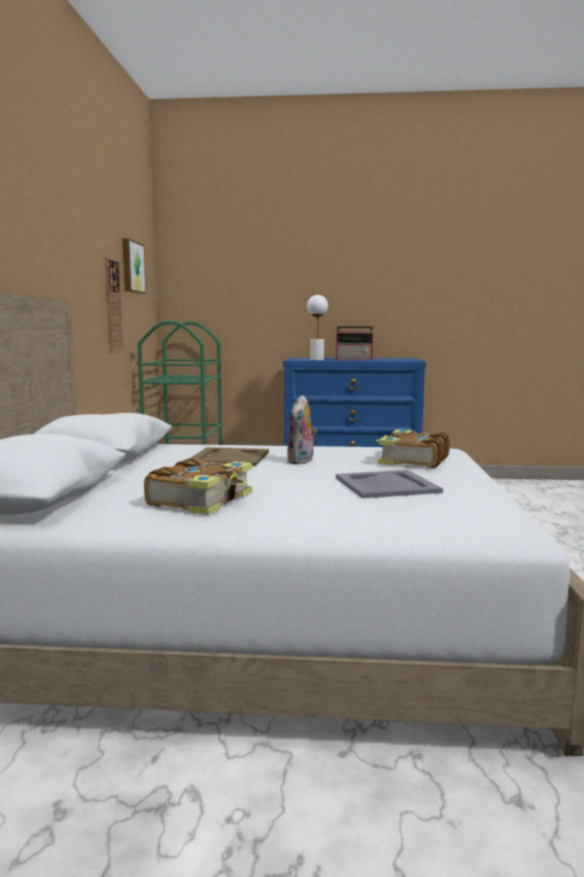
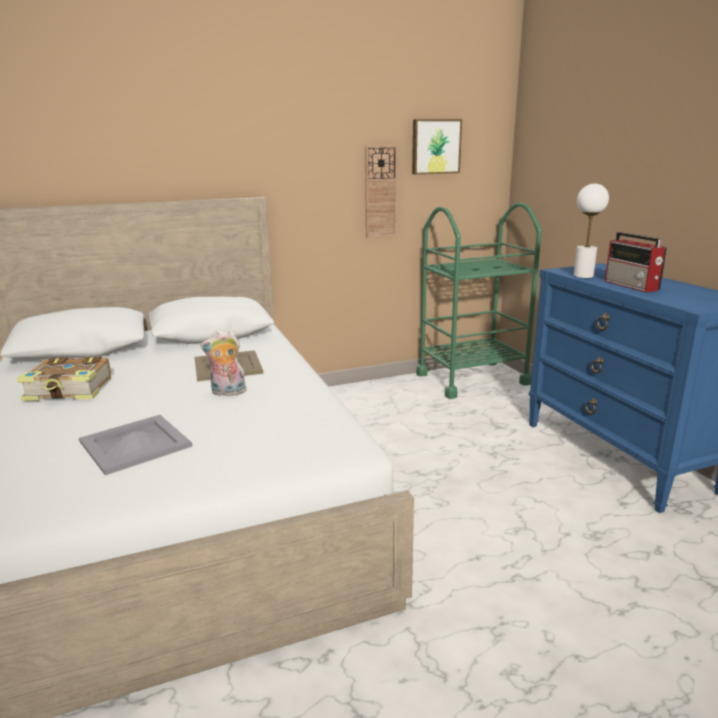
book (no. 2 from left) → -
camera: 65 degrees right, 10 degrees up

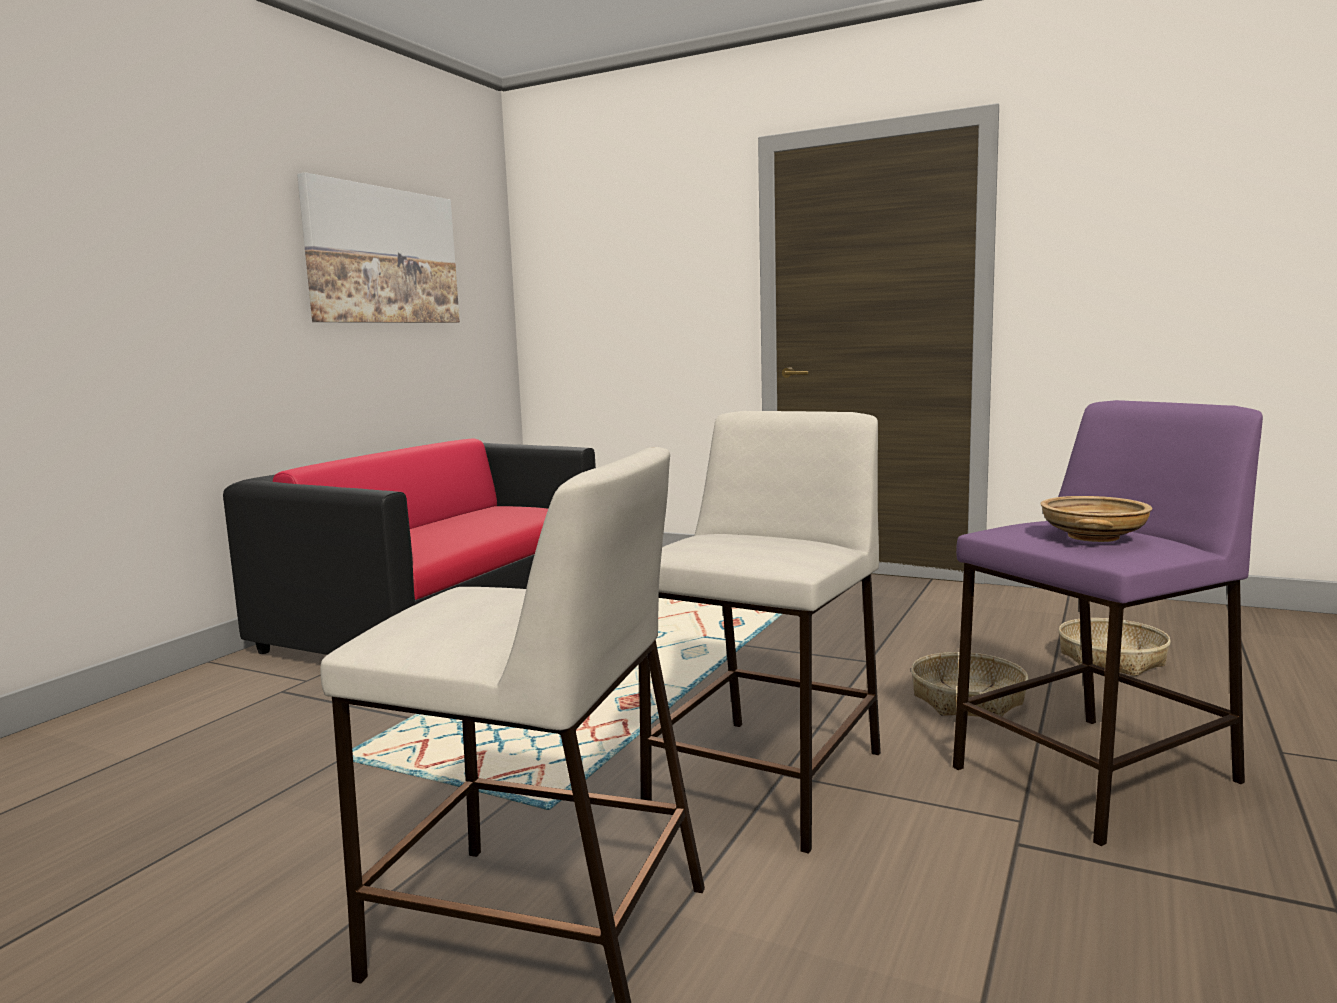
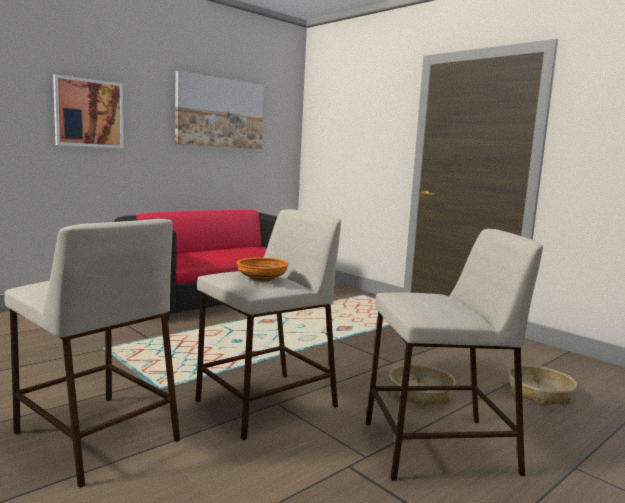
- → picture (no. 1 from left)
- → orange bowl
purple stool → beige stool (no. 3 from left)
beige bowl → -
camera: 20 degrees right, 0 degrees up

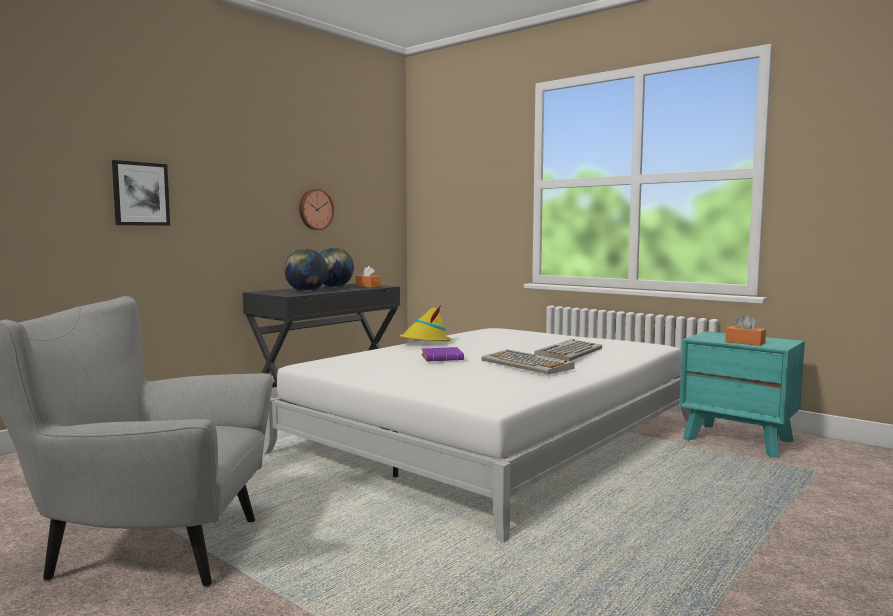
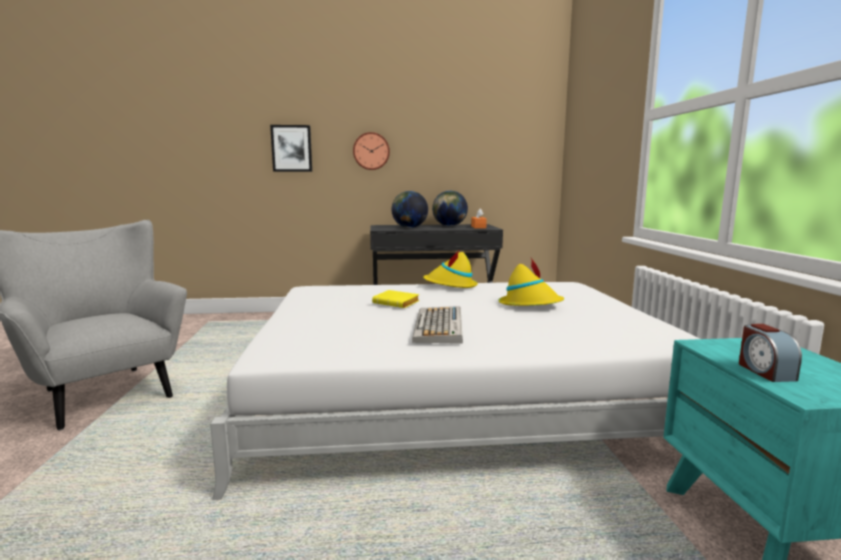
wall clock, shifted
purple book → yellow book
- → yellow hat (no. 2 from left)
orange tissue box (no. 2 from left) → alarm clock
keyboard (no. 2 from left) → -
camera: 45 degrees right, 5 degrees up

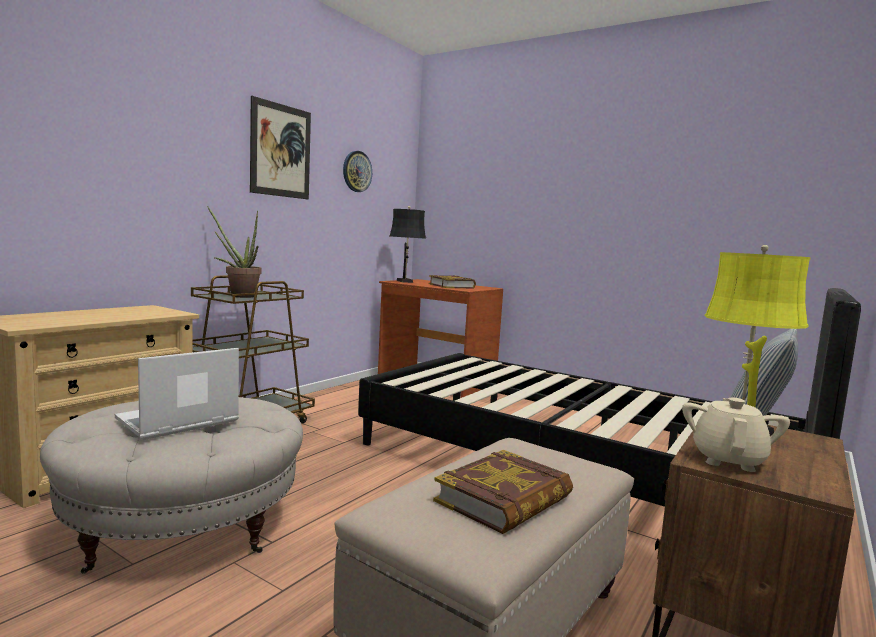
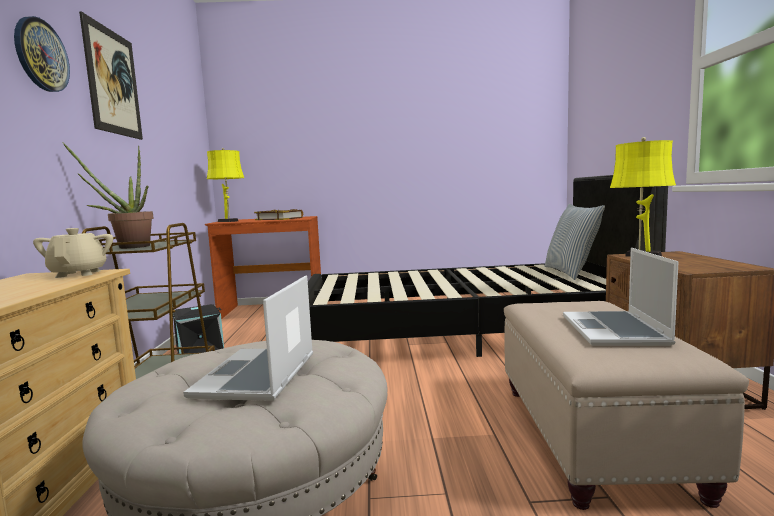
wall clock, shifted
beige teapot, shifted
- → black storage box
black table lamp → yellow table lamp (no. 1 from left)
book (no. 2 from left) → laptop (no. 2 from left)
camera: 35 degrees left, 0 degrees up

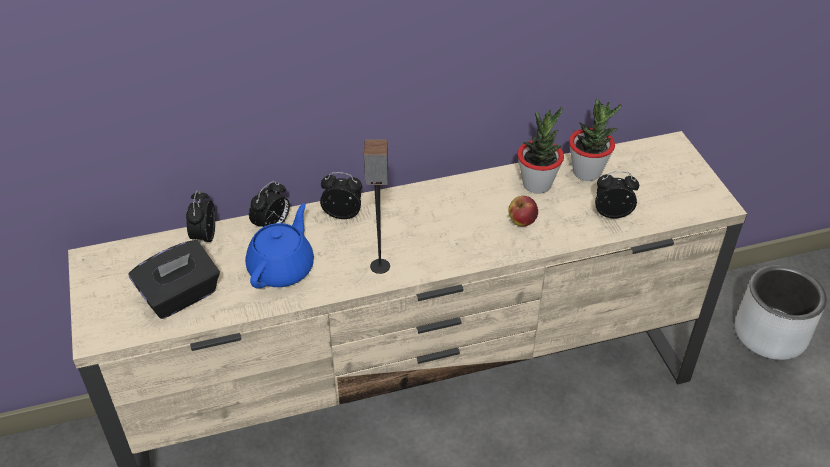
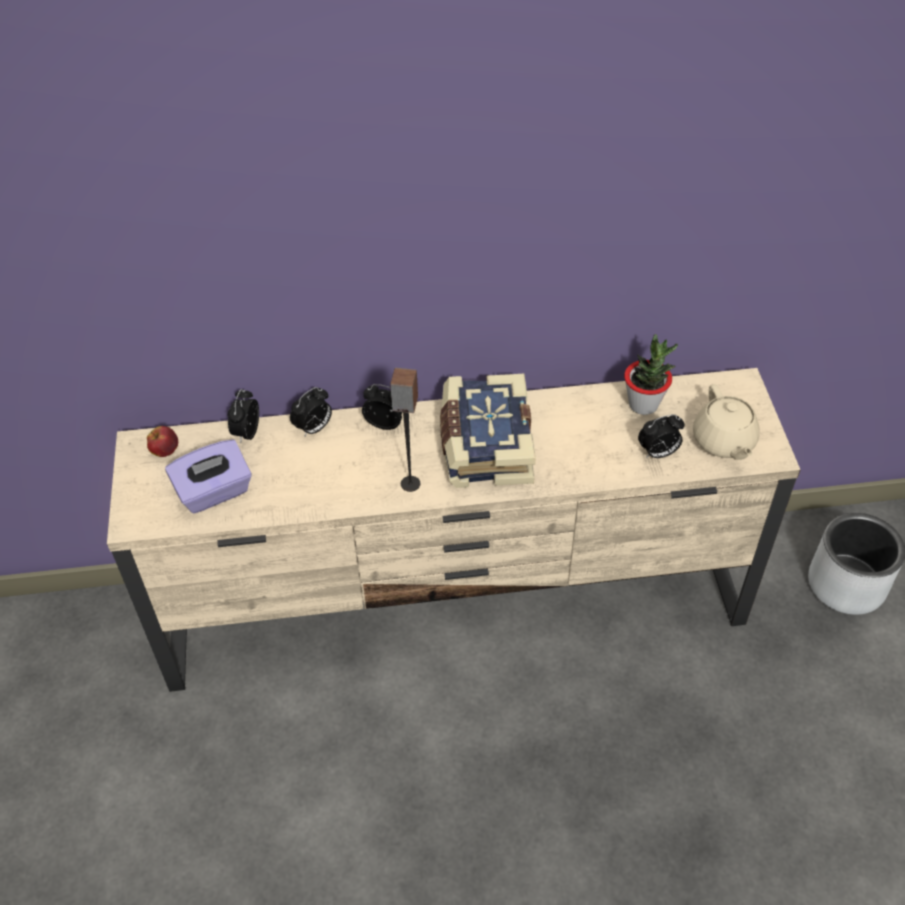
apple, shifted
black tissue box → purple tissue box
- → book
alarm clock (no. 4 from left), 150 degrees clockwise
- → beige teapot
blue teapot → -
potted plant (no. 1 from left) → -
camera: 10 degrees right, 5 degrees up

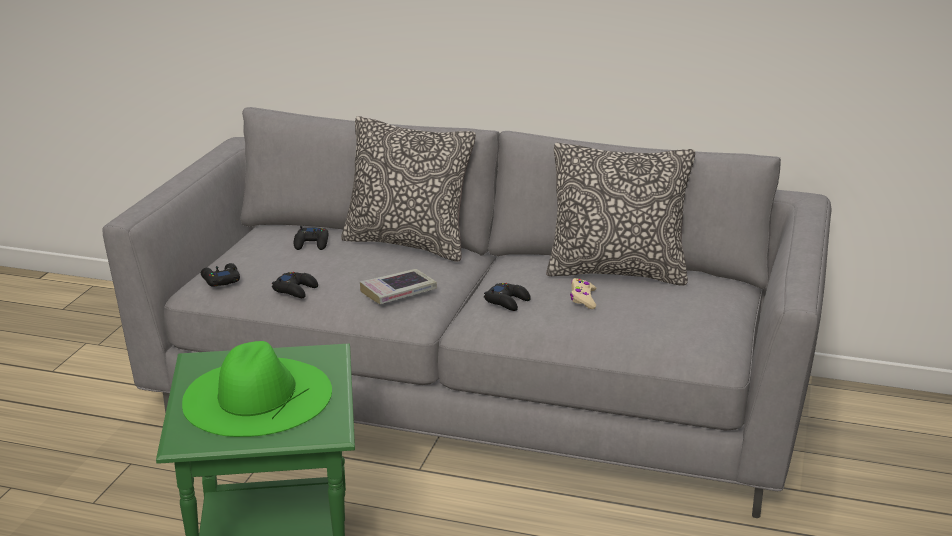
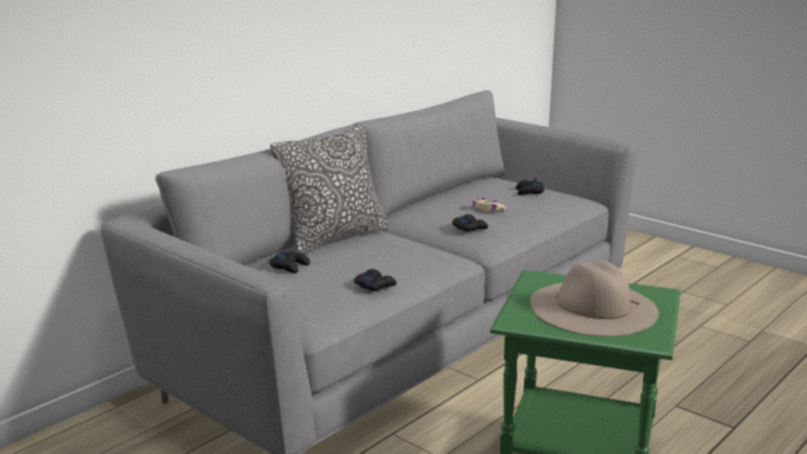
black game controller (no. 1 from left in the first image) → black game controller (no. 4 from left), shifted
green hat → beige hat
book → -
pillow (no. 2 from left) → -
camera: 65 degrees left, 5 degrees down

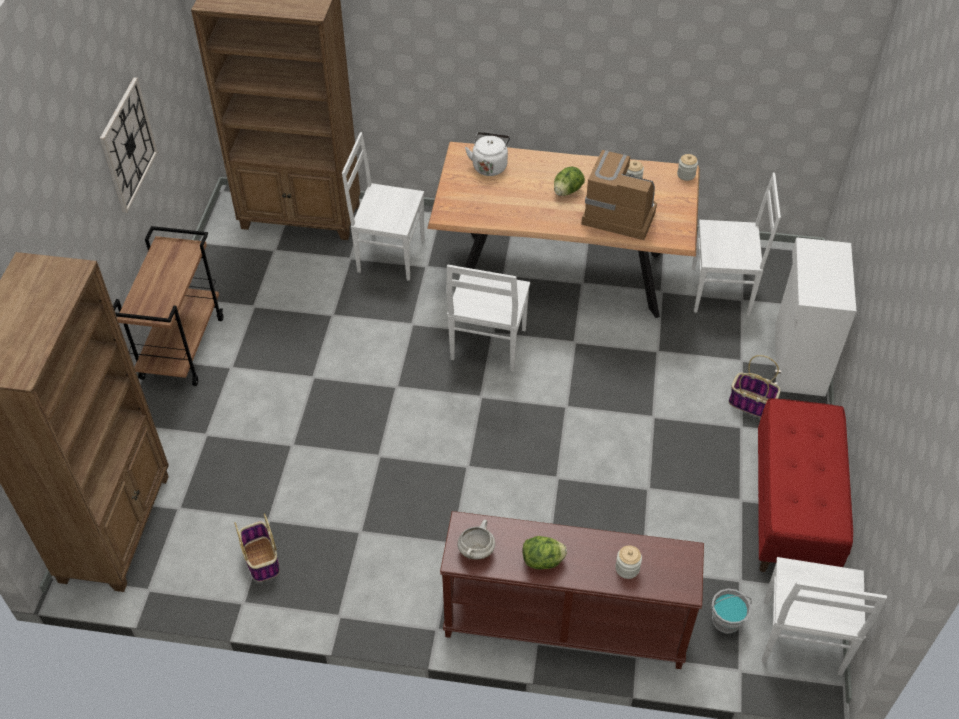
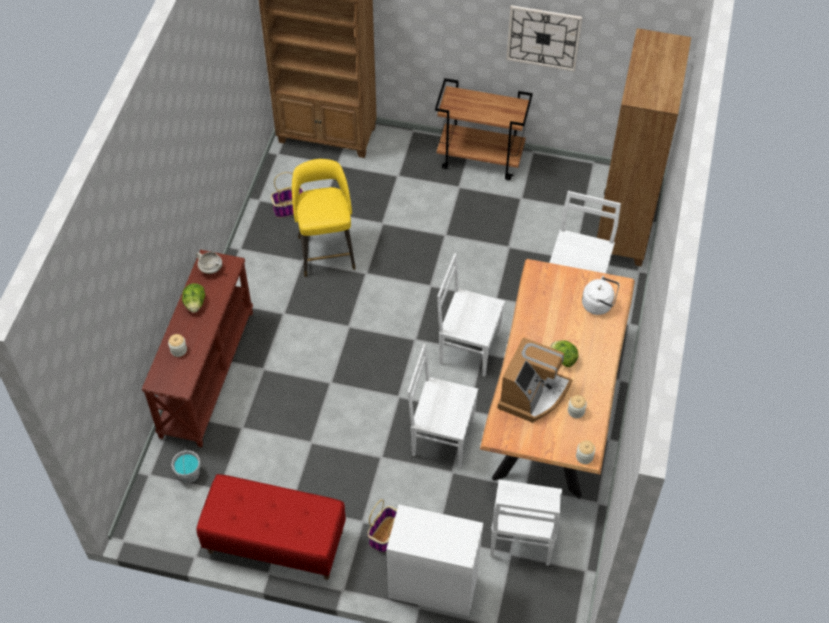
- → yellow stool
white chair (no. 4 from left in the first image) → white chair (no. 1 from left), shifted
camera: 95 degrees right, 5 degrees up

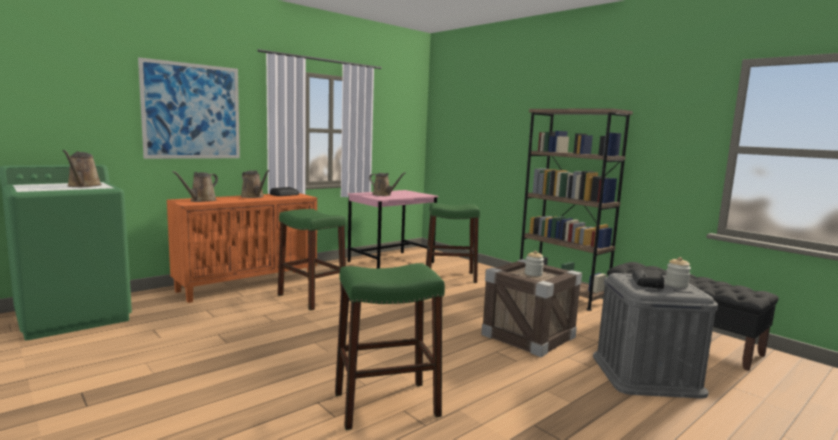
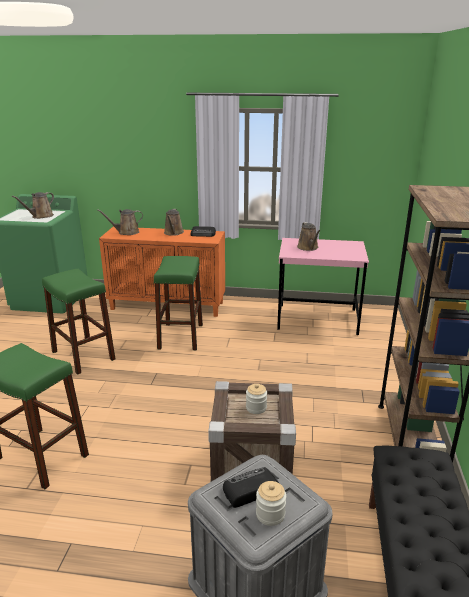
green stool (no. 3 from left in the first image) → green stool (no. 2 from left), shifted
picture → -
camera: 50 degrees right, 15 degrees up

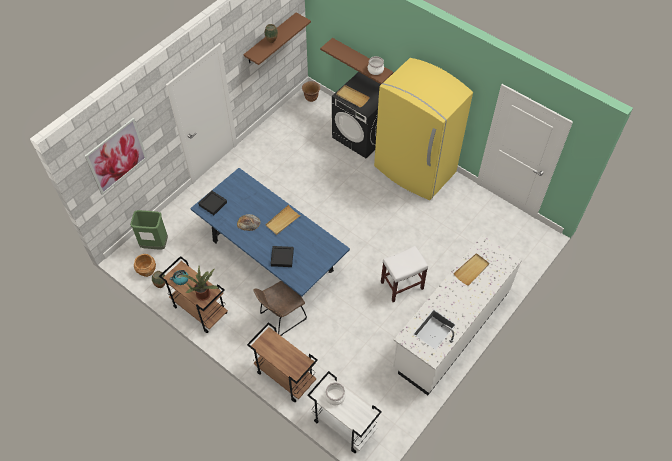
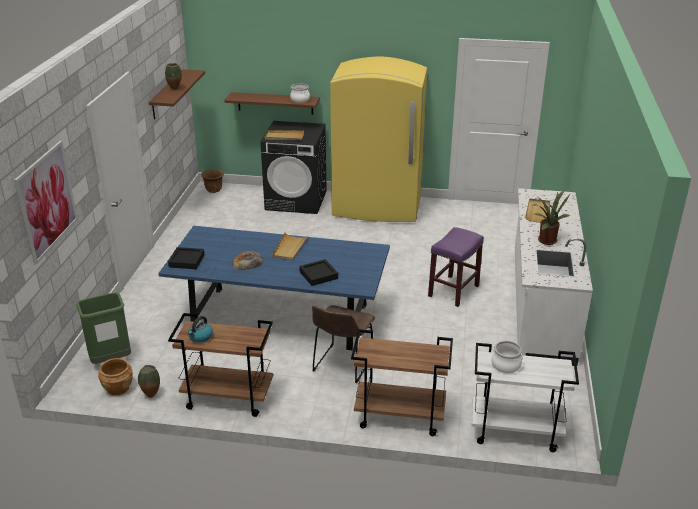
white stool → purple stool
potted plant, shifted
camera: 30 degrees left, 25 degrees down

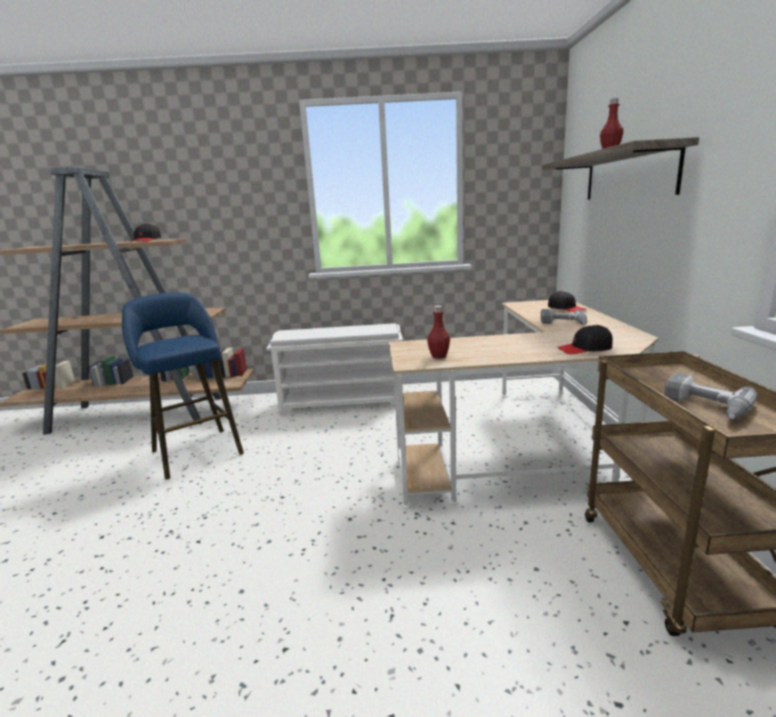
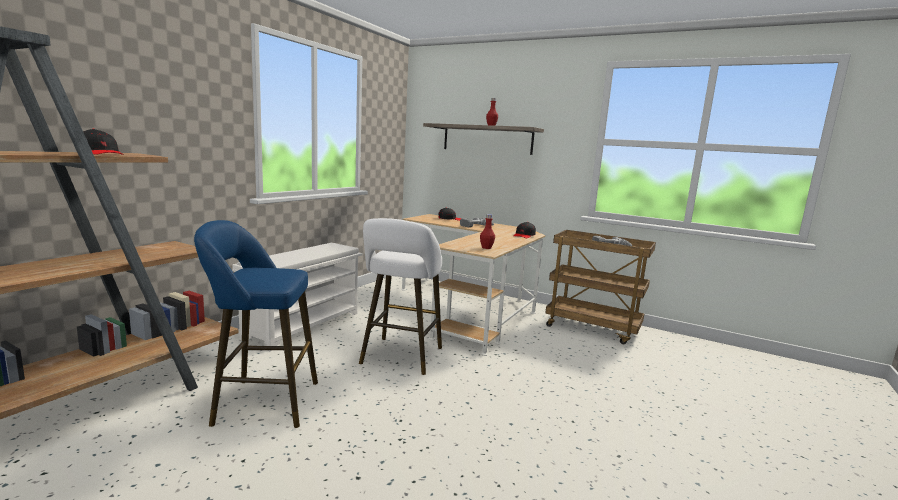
- → white stool
camera: 60 degrees left, 5 degrees down

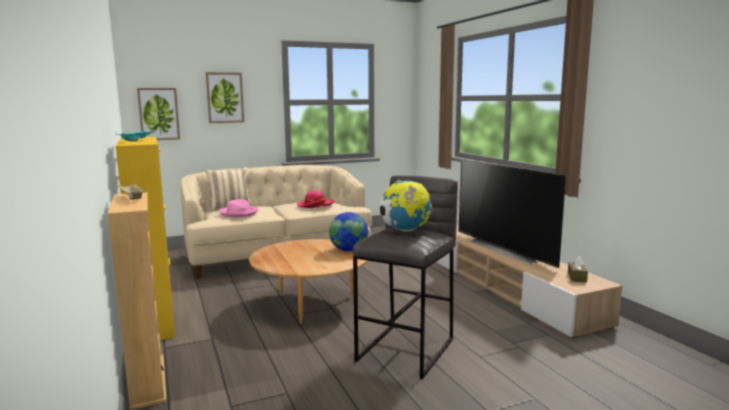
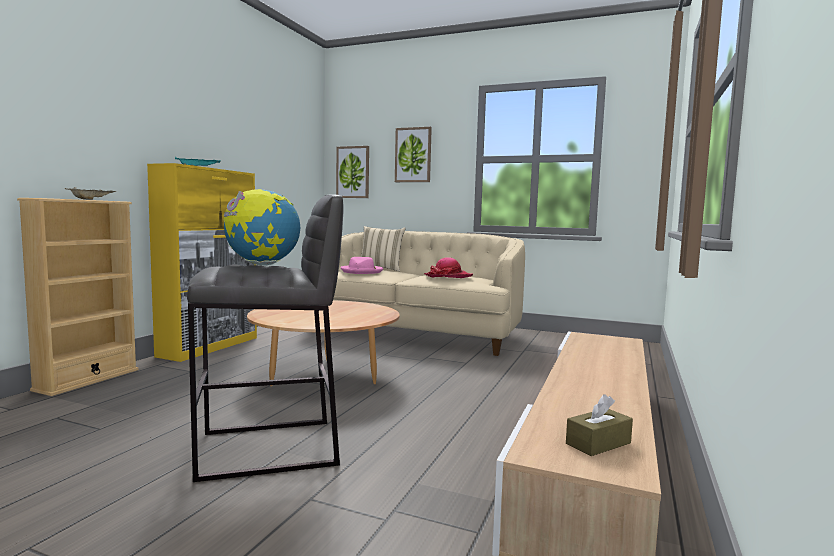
globe (no. 1 from left) → -
television → -
camera: 45 degrees right, 5 degrees down

